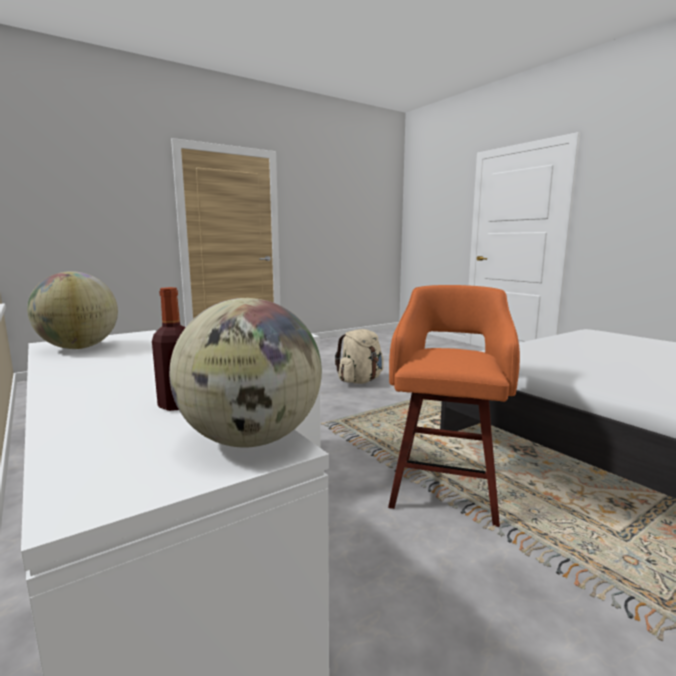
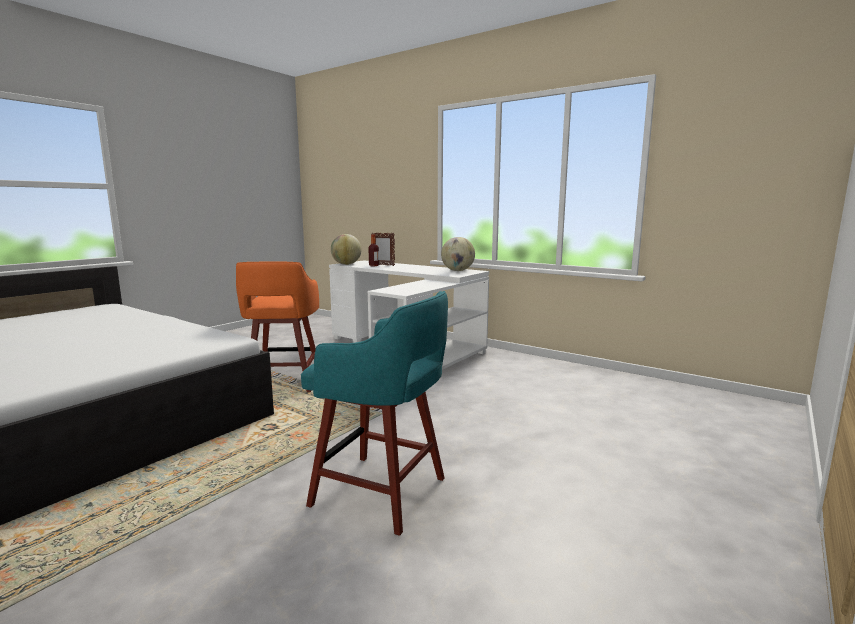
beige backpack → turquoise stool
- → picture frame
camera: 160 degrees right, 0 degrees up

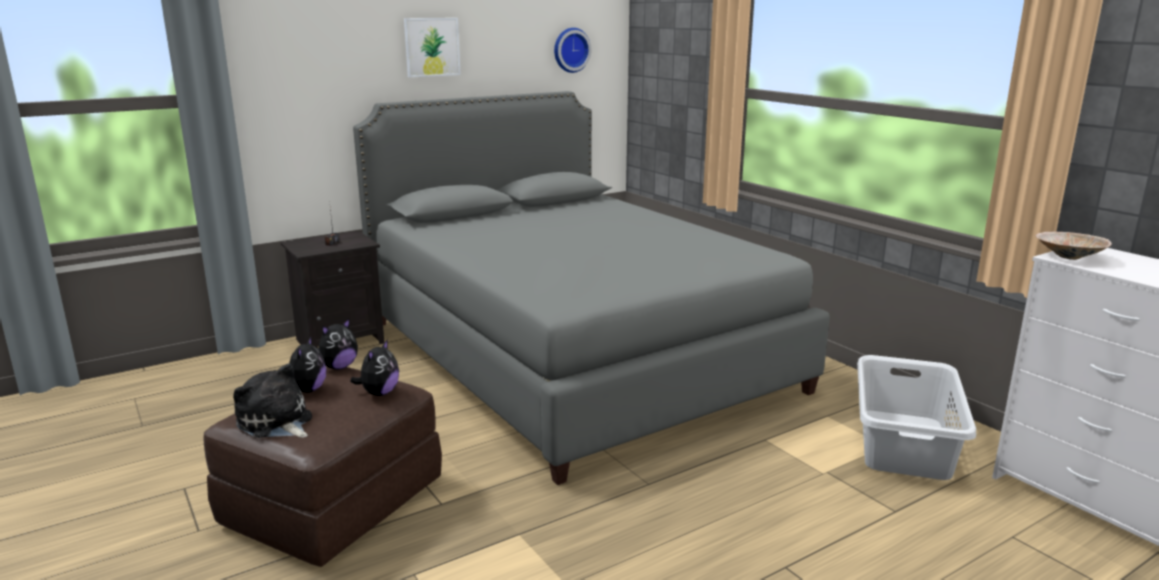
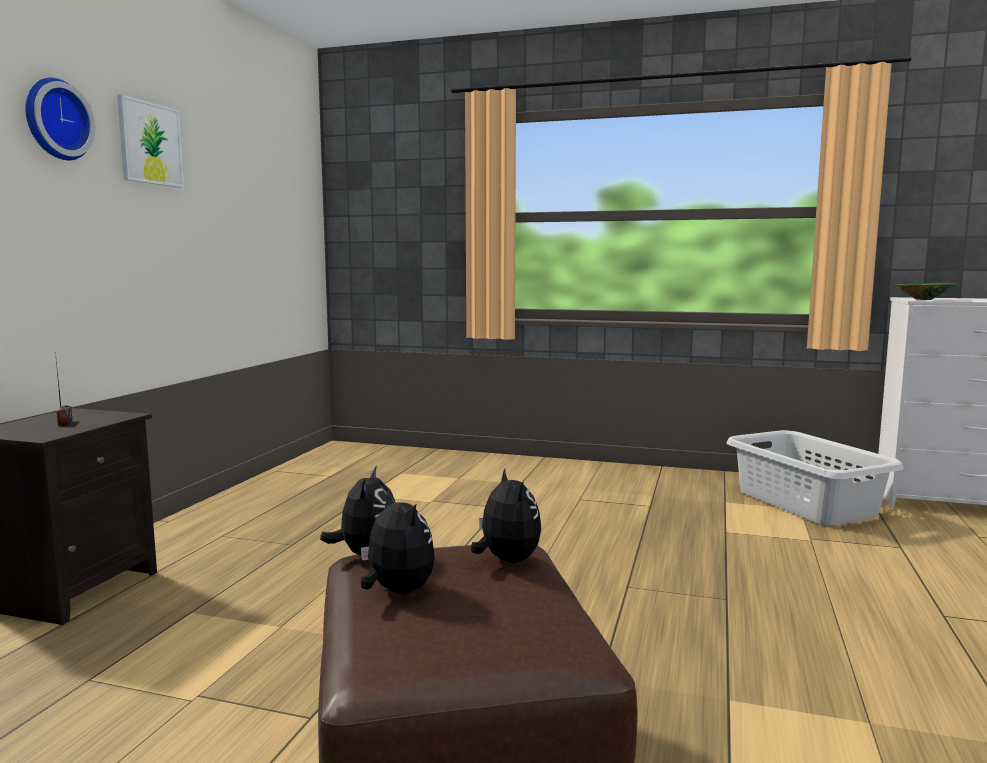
wall clock, shifted
beige bowl → green bowl
plush toy (no. 1 from left) → -
grey bed → -
camera: 40 degrees left, 10 degrees down

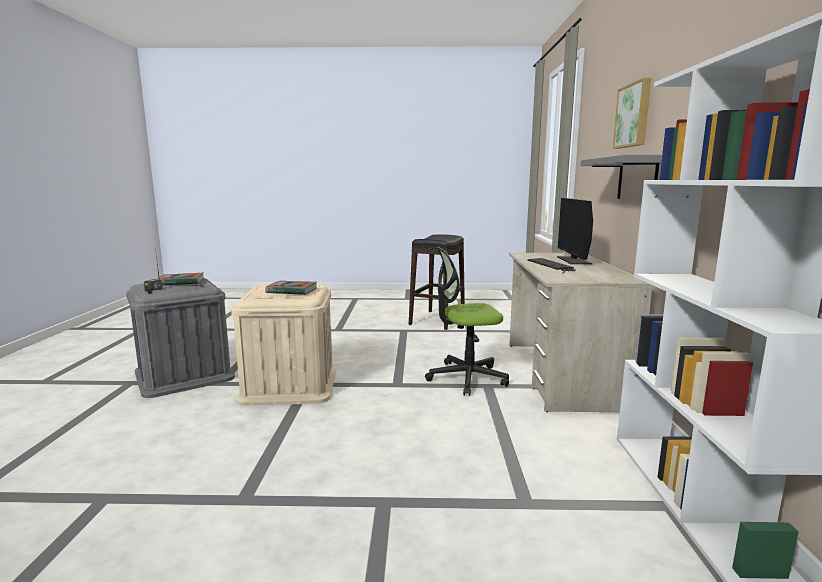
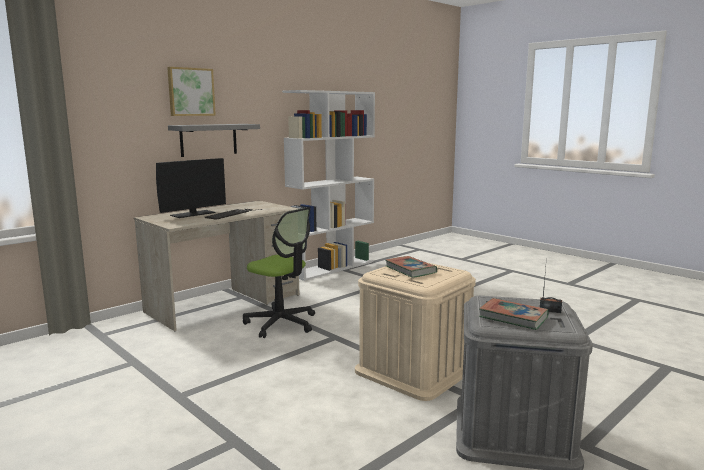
black stool → -
camera: 135 degrees left, 0 degrees up

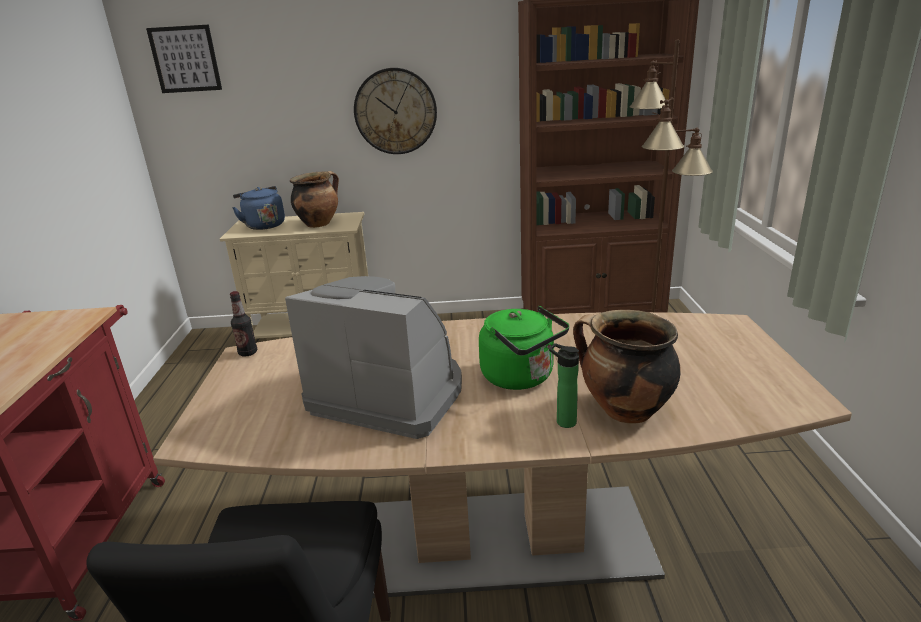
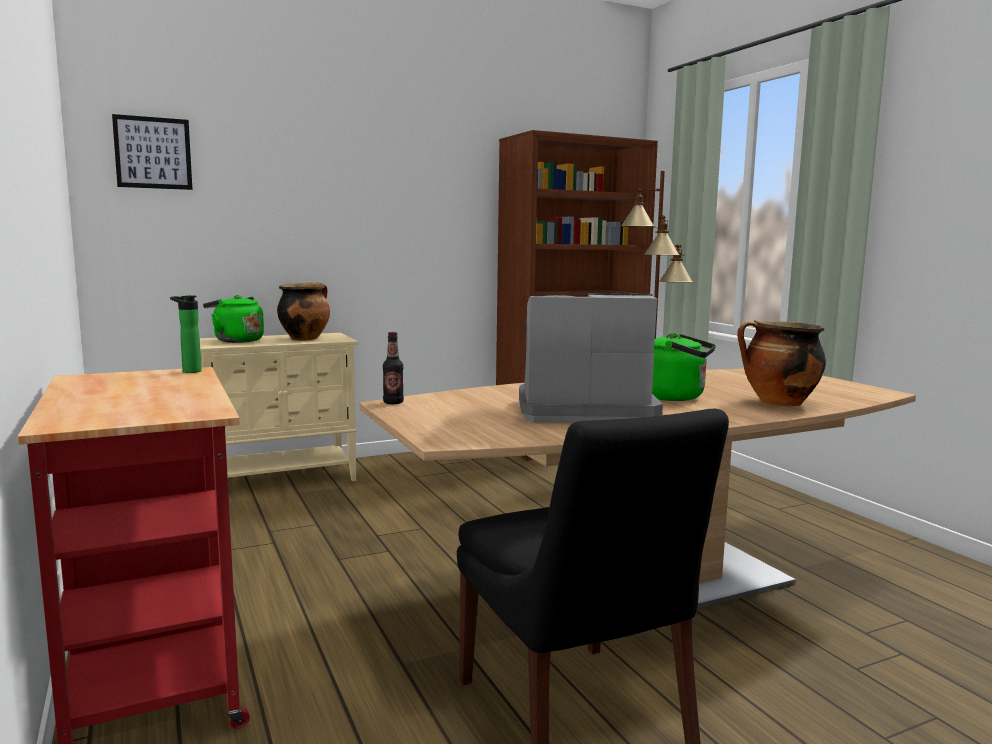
bottle (no. 2 from left in the first image) → bottle (no. 1 from left), shifted
blue kettle → green kettle (no. 1 from left)
wall clock → -
camera: 25 degrees left, 15 degrees down

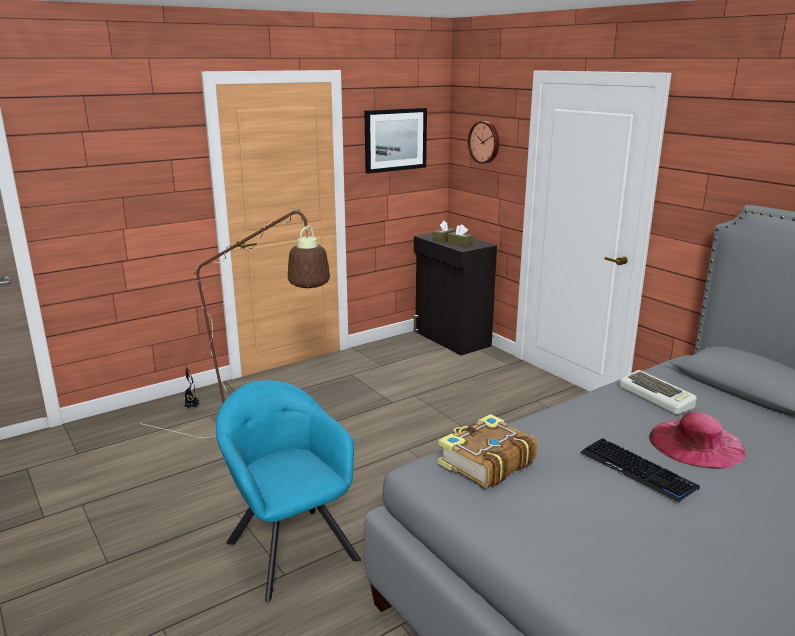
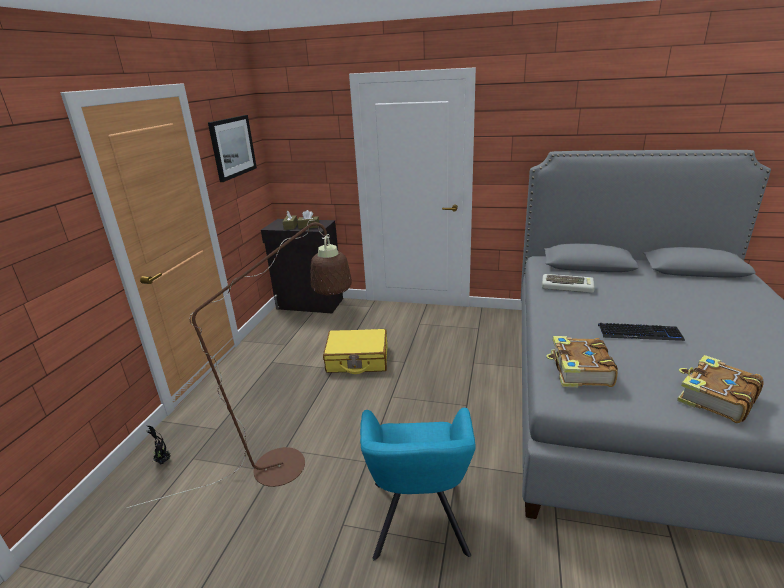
- → yellow suitcase
turquoise armchair, 105 degrees counterclockwise
- → book (no. 2 from left)
wall clock → -
pink hat → -
camera: 40 degrees left, 5 degrees up

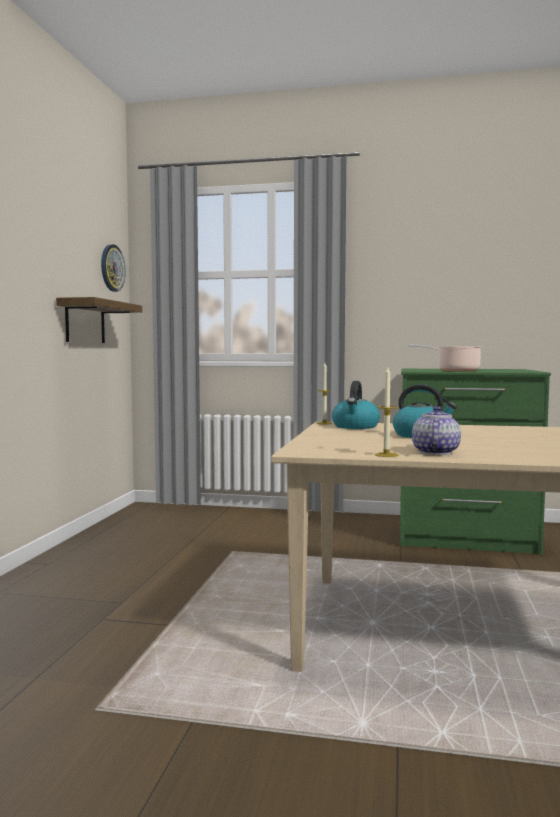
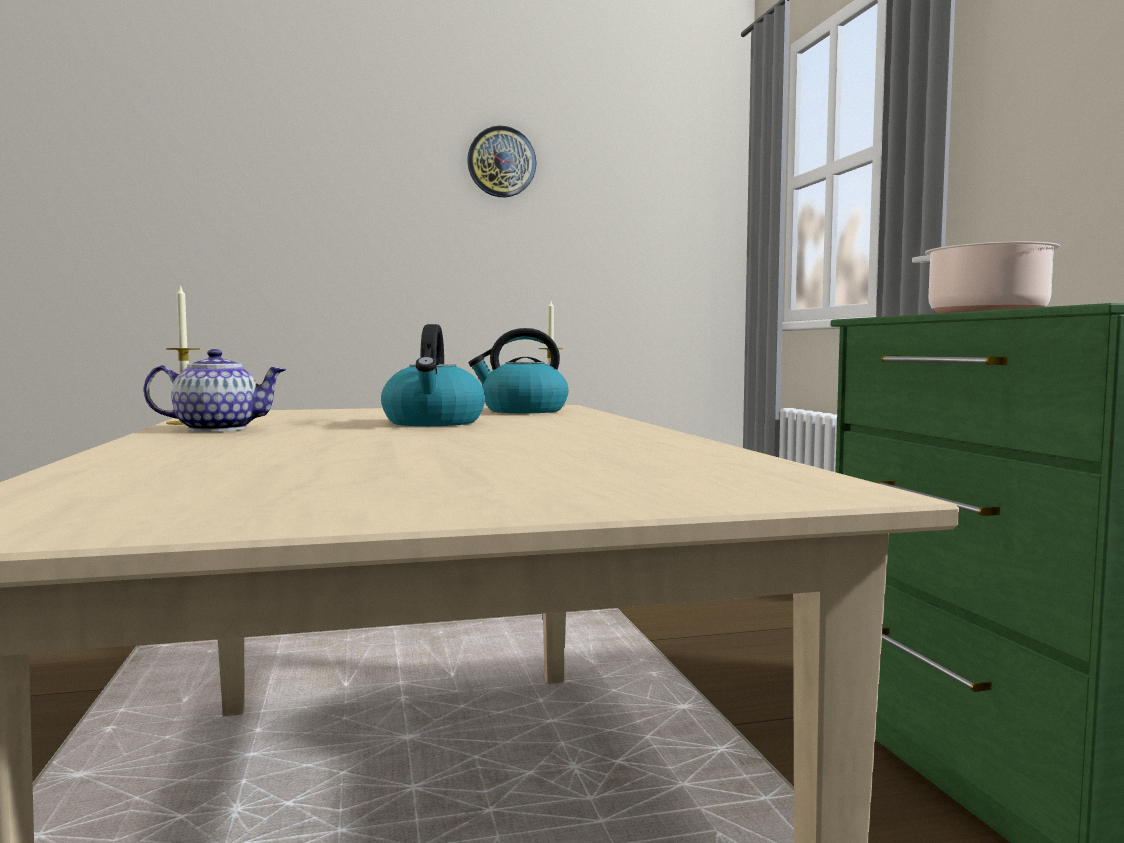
wall clock, shifted
shelf → -
camera: 65 degrees right, 0 degrees up

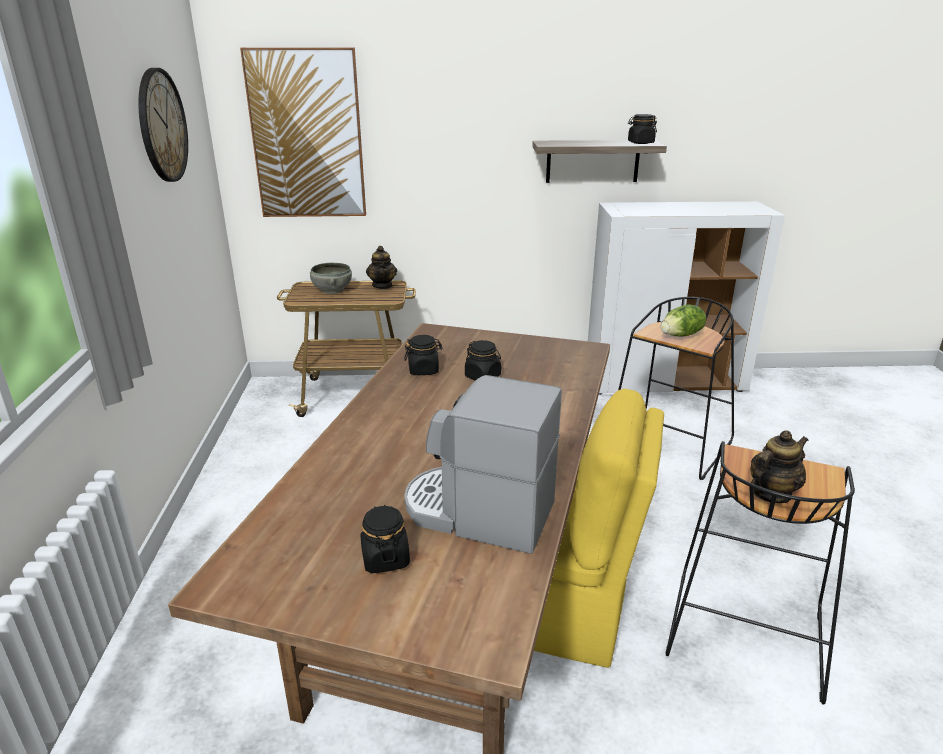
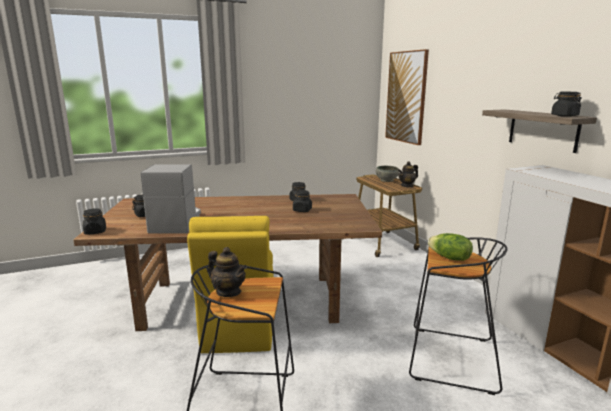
- → black jar (no. 1 from left)
wall clock → -
camera: 70 degrees right, 10 degrees down

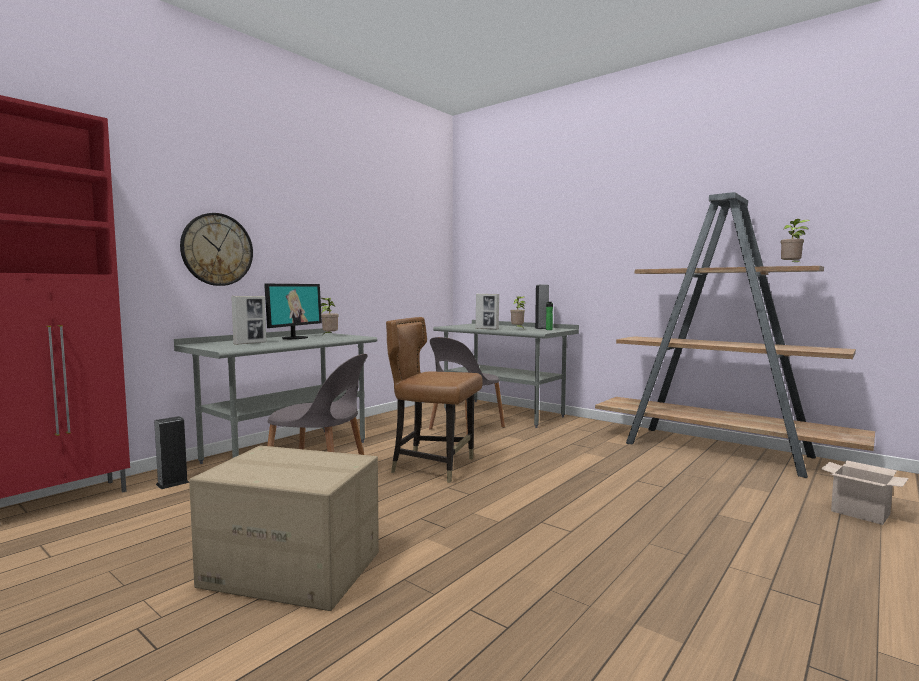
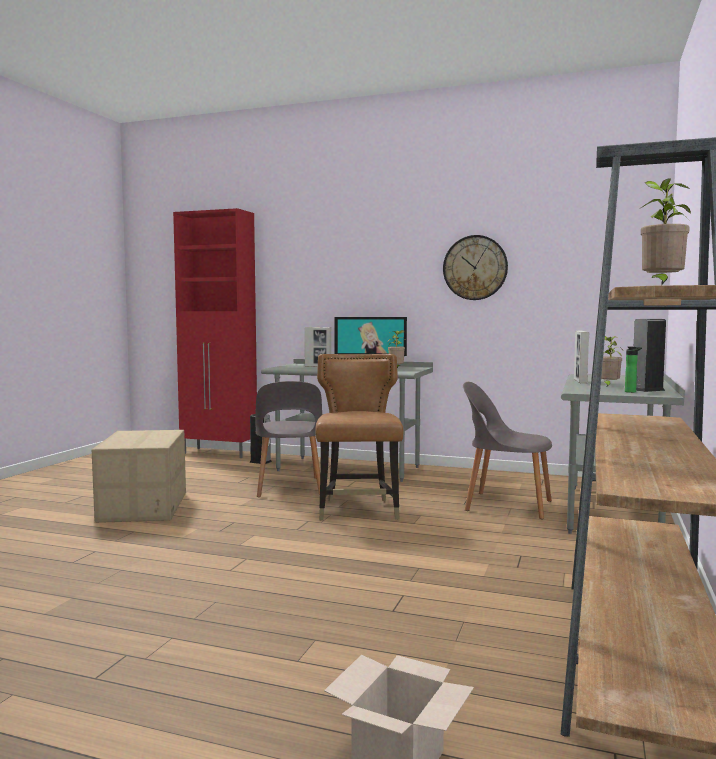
wall clock, shifted
camera: 70 degrees right, 0 degrees up

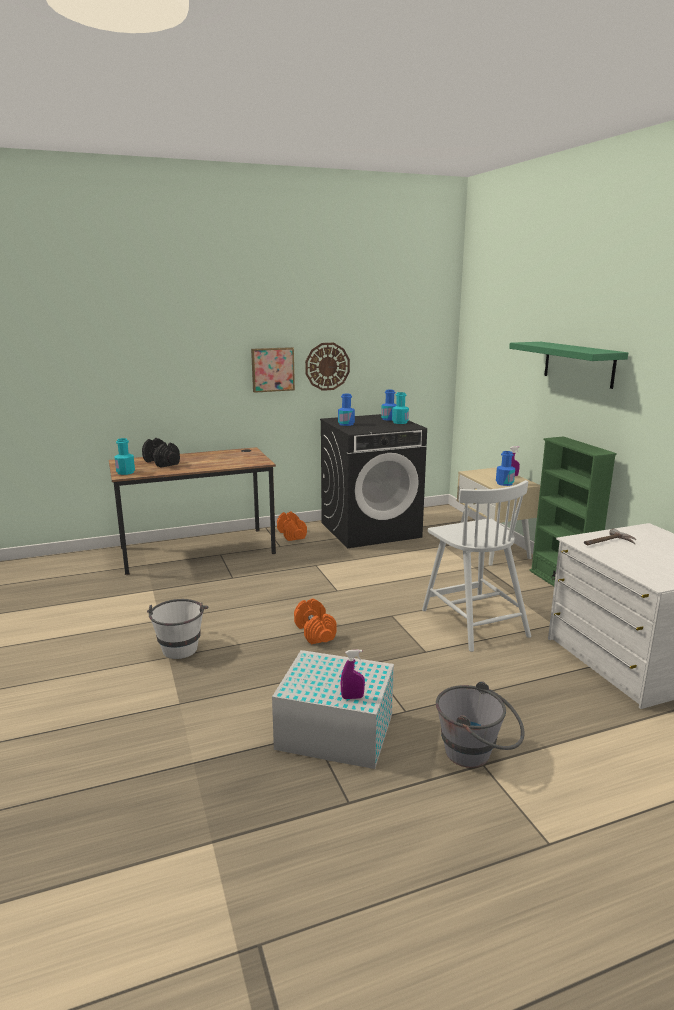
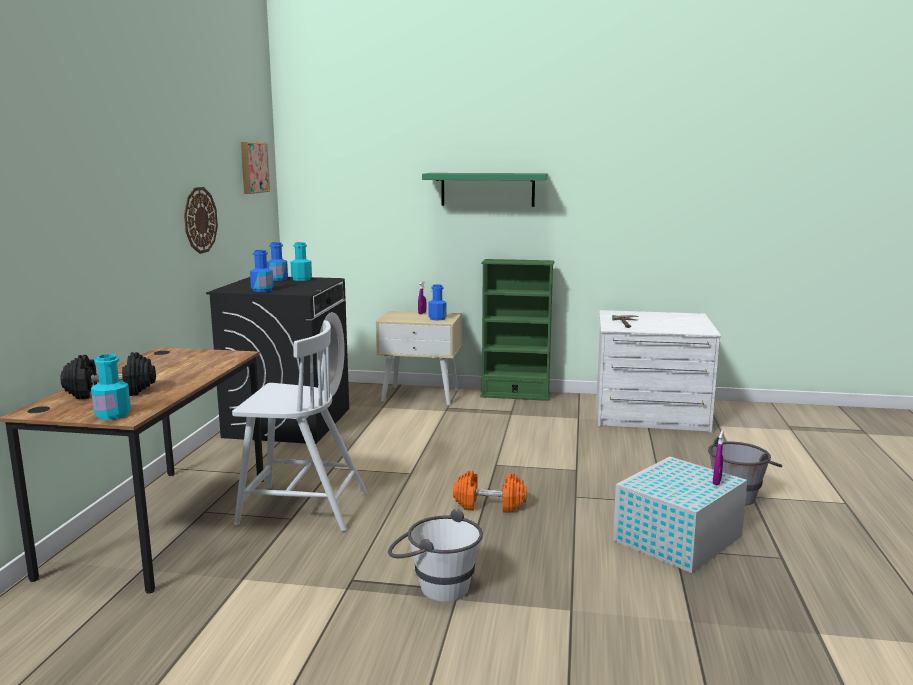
white chair, shifted
picture, shifted
orange dumbbell (no. 1 from left) → -
camera: 60 degrees left, 5 degrees down

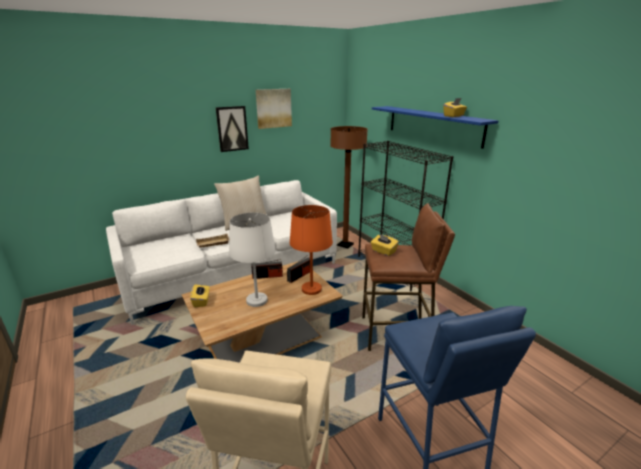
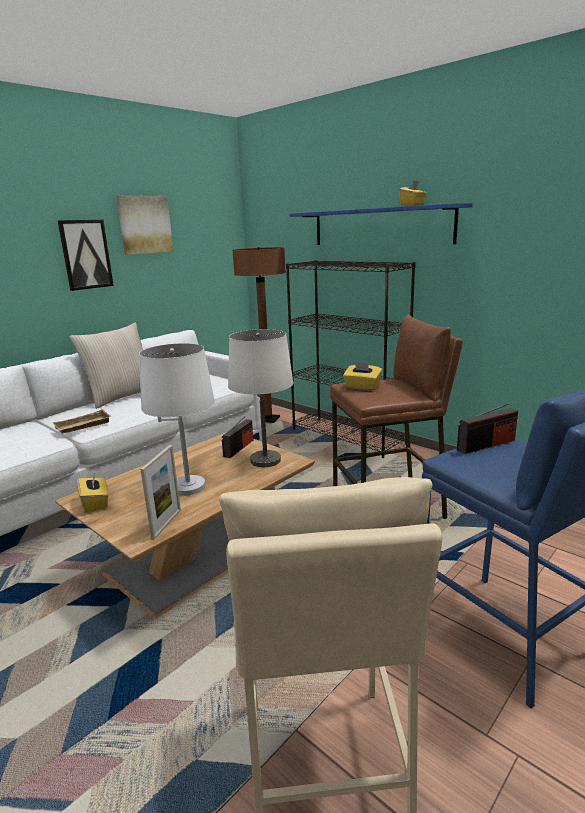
- → picture frame
orange table lamp → white table lamp (no. 2 from left)
radio (no. 1 from left in the first image) → radio (no. 2 from left), shifted
camera: 15 degrees left, 5 degrees down

